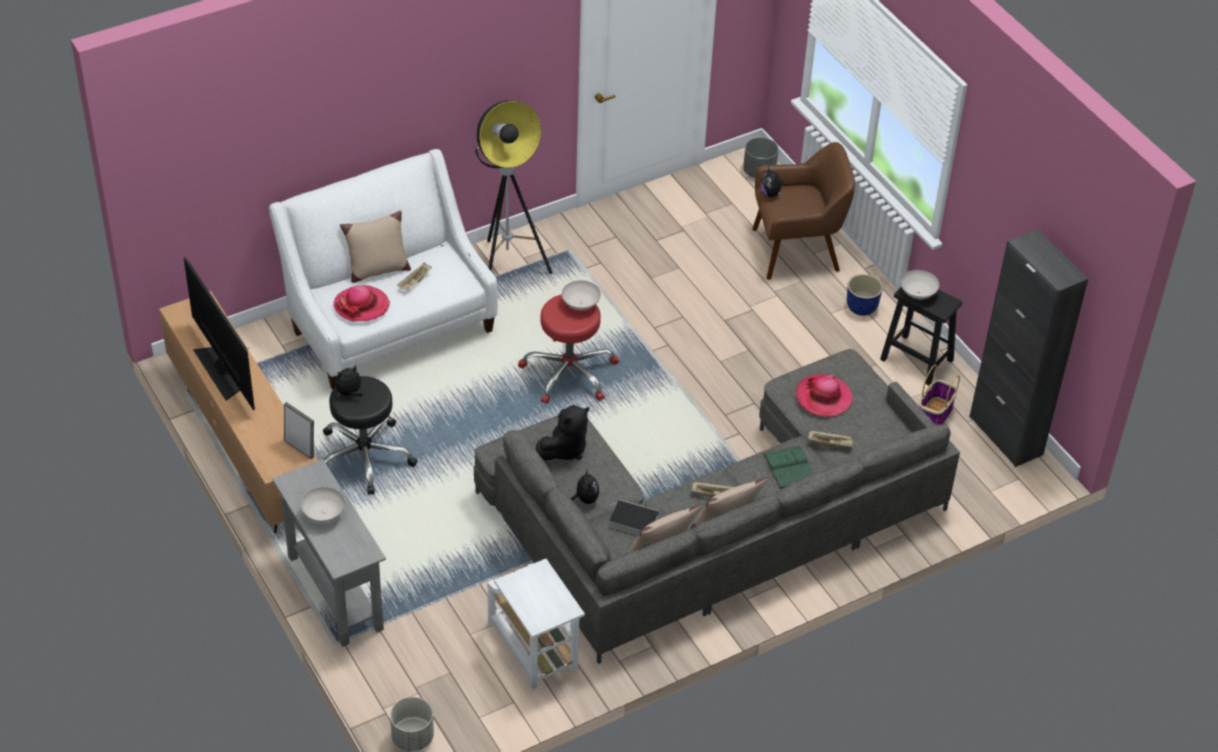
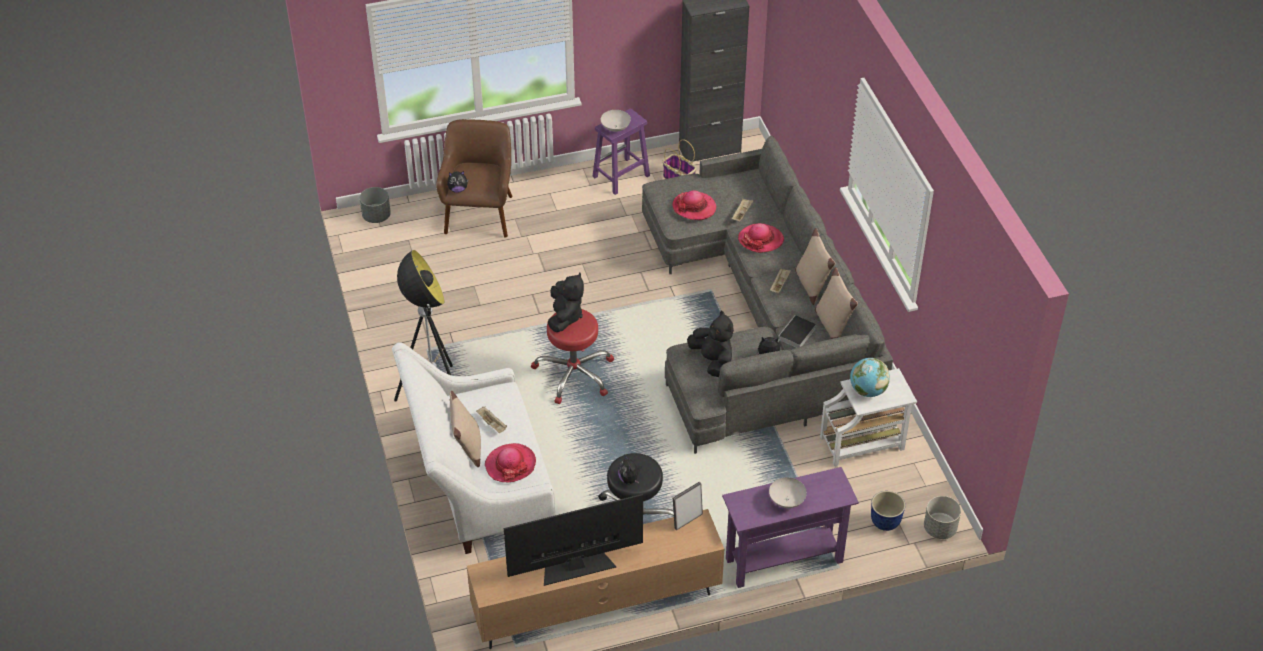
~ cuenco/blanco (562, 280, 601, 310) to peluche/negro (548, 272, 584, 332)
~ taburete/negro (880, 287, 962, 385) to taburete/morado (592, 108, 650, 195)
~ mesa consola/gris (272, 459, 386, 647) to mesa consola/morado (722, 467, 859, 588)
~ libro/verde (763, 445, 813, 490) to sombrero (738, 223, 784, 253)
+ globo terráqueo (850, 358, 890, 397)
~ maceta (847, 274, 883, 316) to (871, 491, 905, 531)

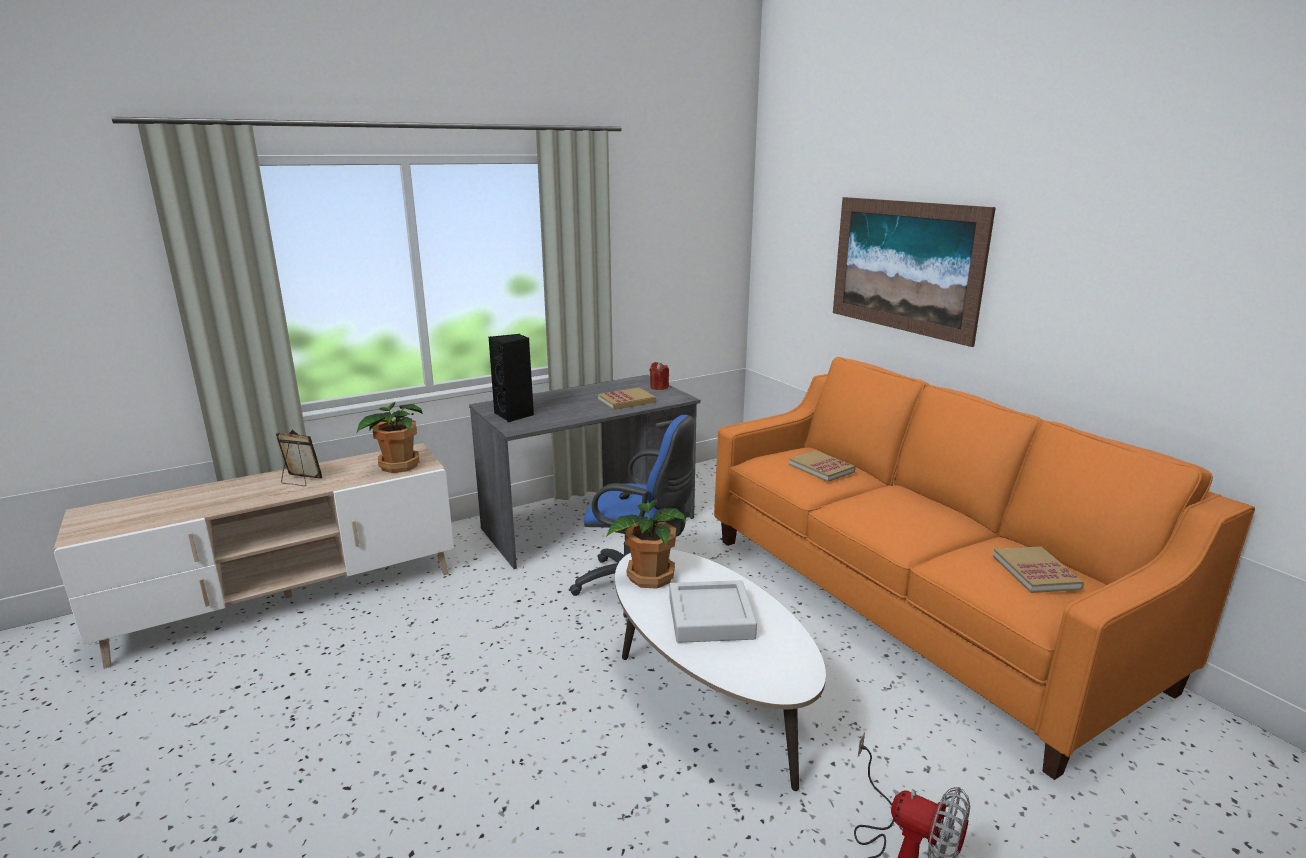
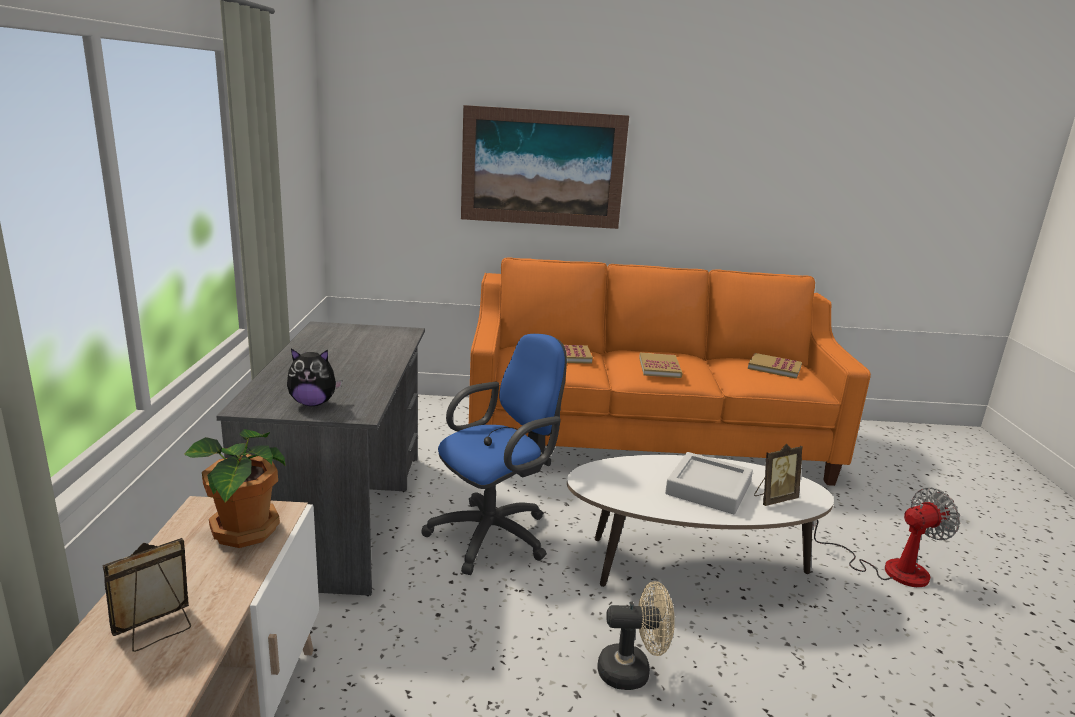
~ altavoz/negro (489, 334, 534, 422) to peluche (287, 349, 342, 406)
+ ventilador/beis (597, 581, 675, 690)
~ libro (598, 388, 656, 410) to (639, 353, 682, 378)
+ portarretratos (754, 444, 803, 506)
- planta en maceta (606, 500, 685, 589)
- vela/rojo (650, 362, 669, 390)

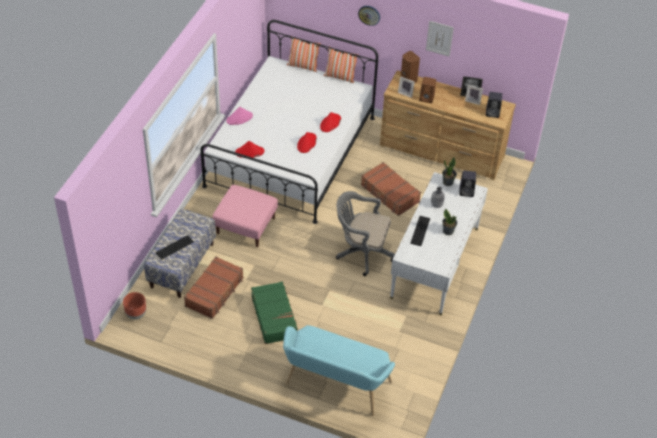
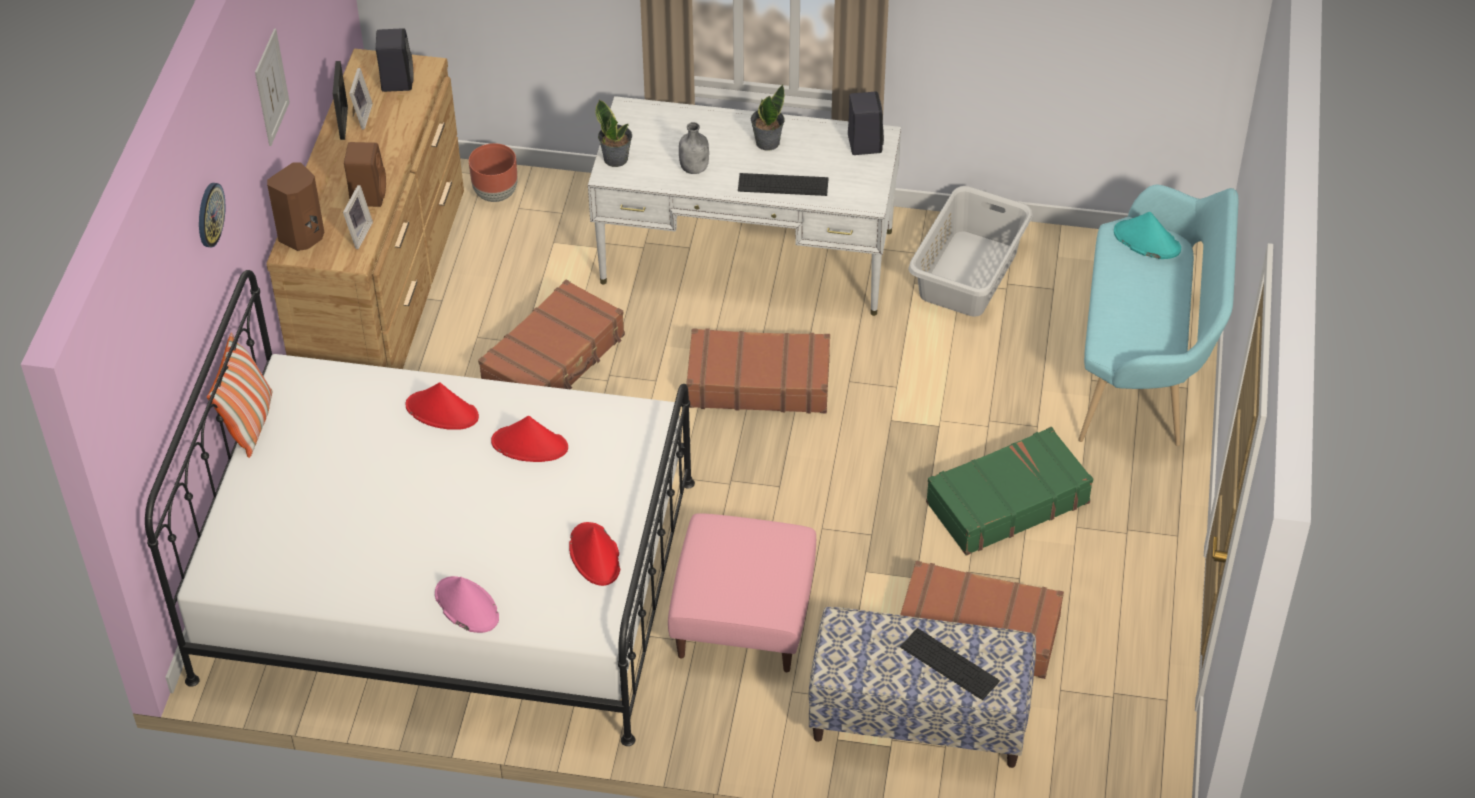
~ maceta/marrón (123, 292, 146, 320) to (469, 143, 518, 202)
~ silla de oficina/gris (336, 191, 395, 276) to maleta/marrón (686, 329, 830, 414)
~ altavoz/negro (459, 171, 476, 197) to (848, 92, 884, 155)
+ cesto de la ropa/gris (908, 186, 1033, 317)
+ sombrero/turquesa (1114, 212, 1181, 259)
- cojín (287, 36, 321, 72)

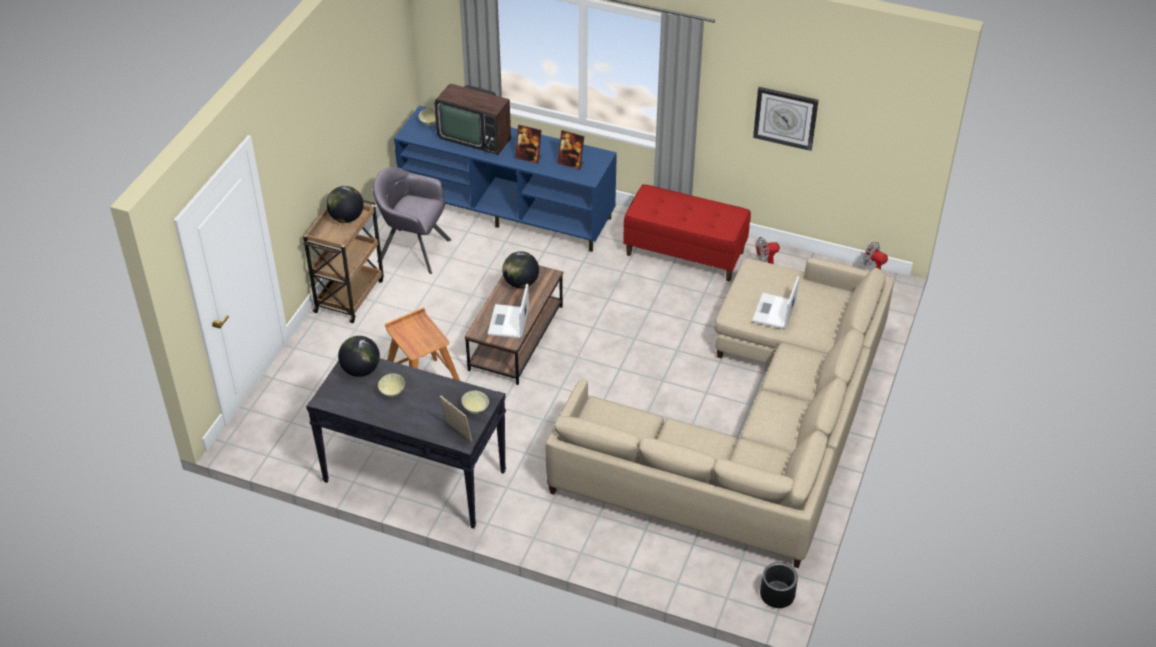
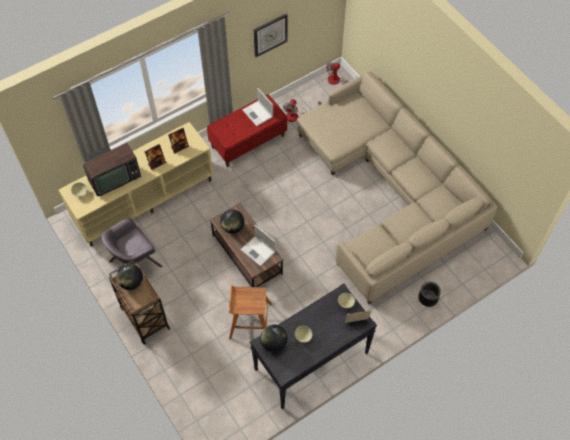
~ mueble de televisión/azul (394, 106, 617, 252) to mueble de televisión/beis (59, 122, 213, 247)
~ portátil (752, 276, 799, 329) to (242, 88, 273, 126)
~ maceta/negro (760, 562, 798, 608) to (419, 282, 441, 307)

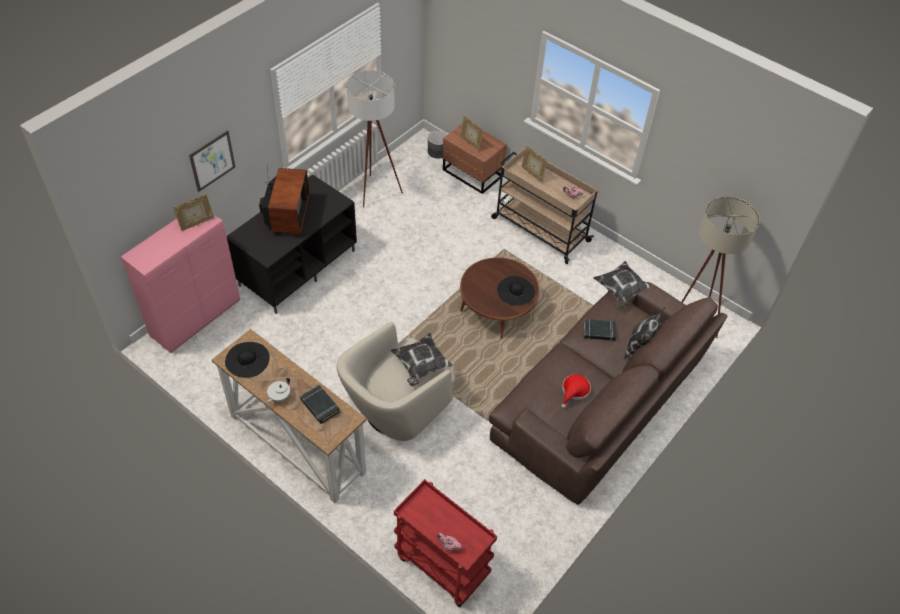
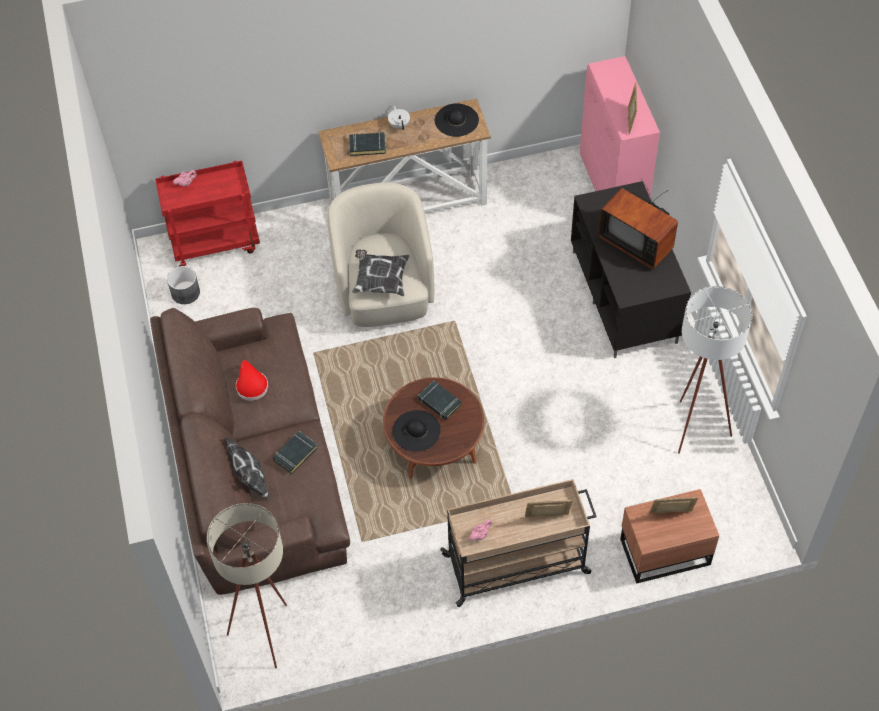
~ maceta/gris (428, 131, 448, 159) to (167, 266, 200, 304)
+ libro/negro (418, 380, 462, 420)
- cuadro (189, 130, 235, 192)
- cojín (593, 261, 650, 308)

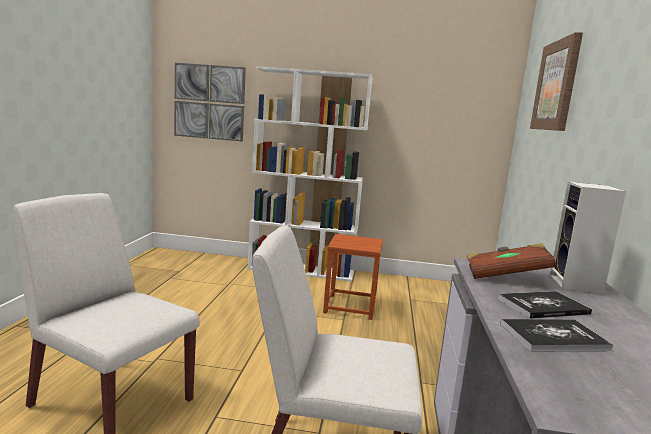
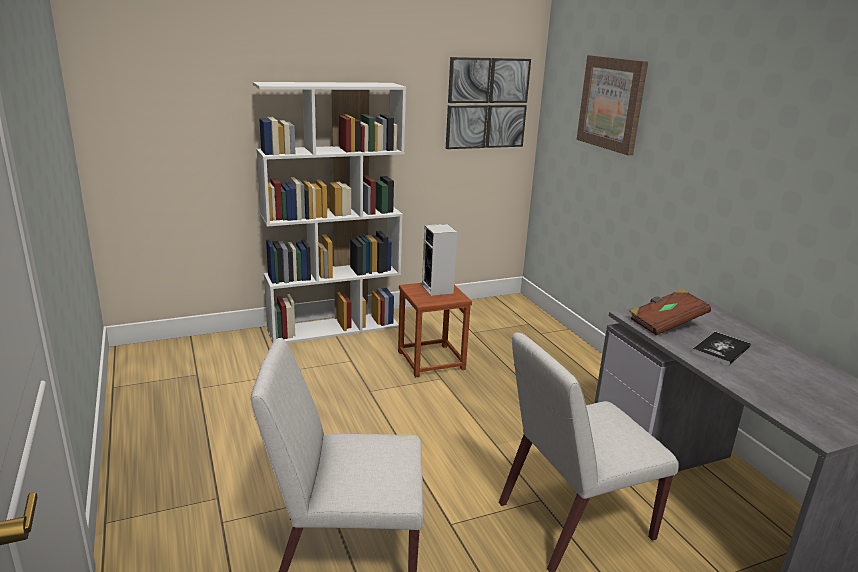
~ altavoz (550, 182, 626, 295) to (422, 224, 457, 296)
~ cuadro (174, 63, 246, 141) to (446, 57, 531, 149)
- libro (500, 319, 613, 351)

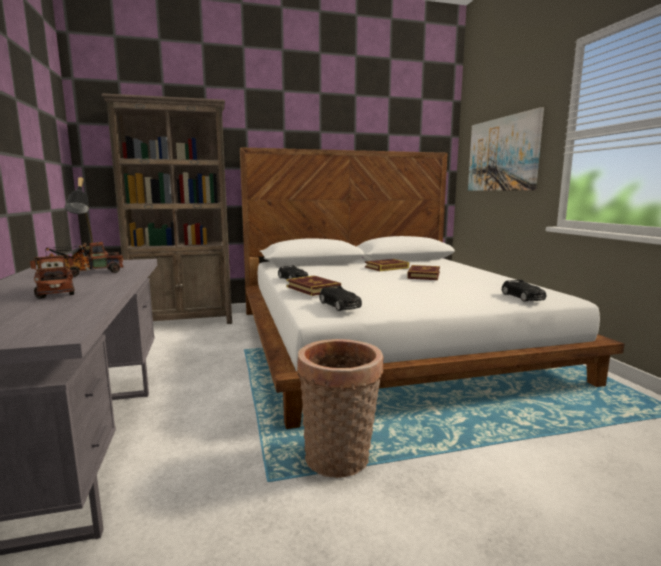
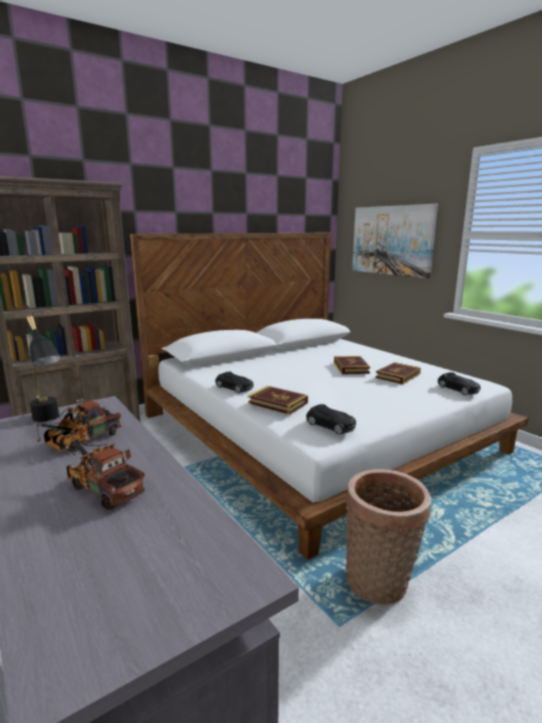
~ libro (365, 259, 409, 271) to (376, 362, 421, 384)

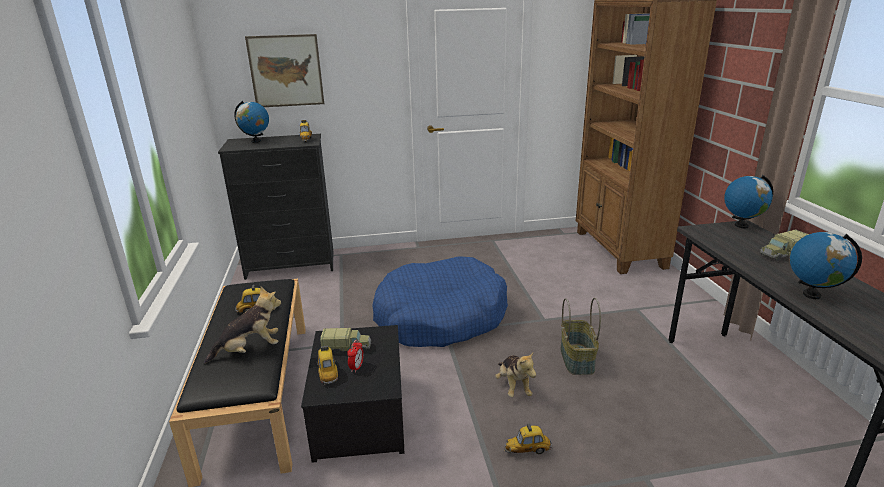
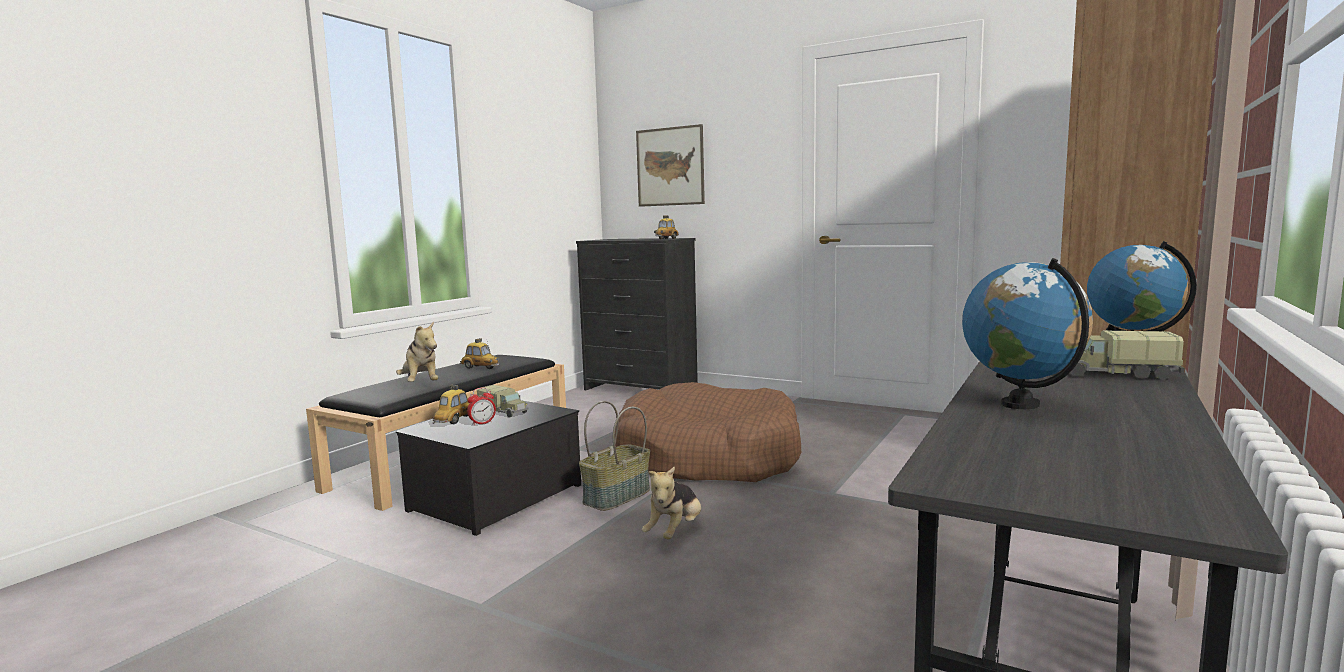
~ peluche (204, 287, 281, 364) = (396, 321, 438, 382) 45 degrees clockwise
~ cesta (561, 298, 601, 375) to (579, 401, 650, 511)
~ cama para perro/azul (372, 256, 508, 347) to cama para perro/marrón (615, 382, 801, 482)
- globo terráqueo (234, 101, 269, 143)
- coche de juguete (504, 423, 552, 454)

